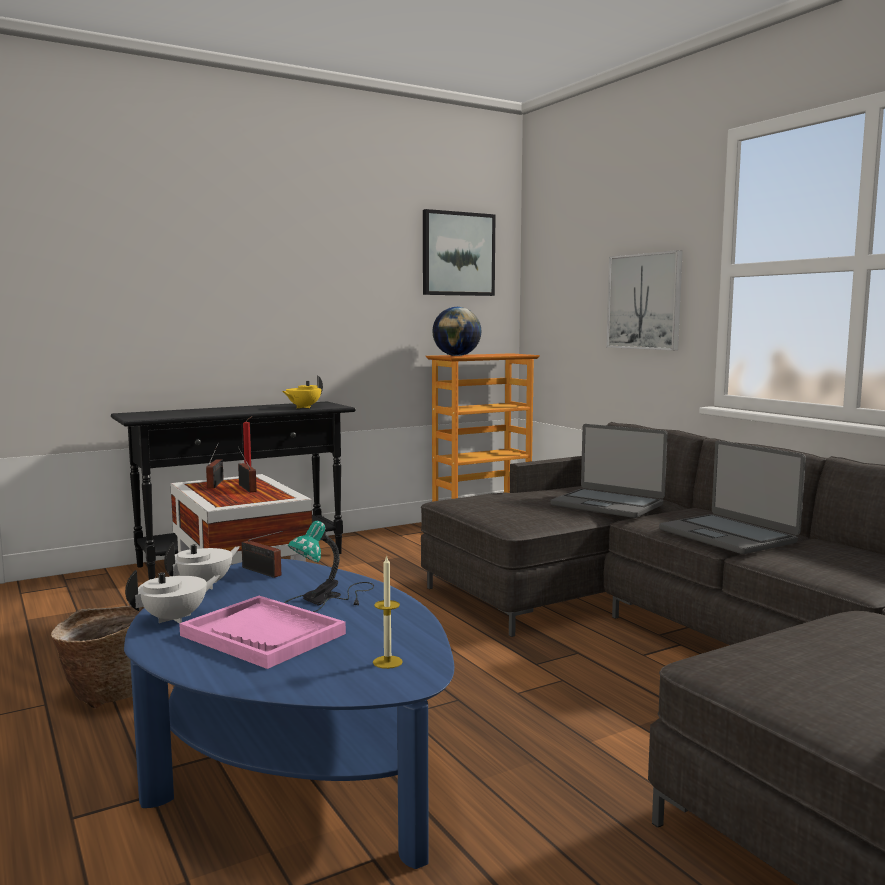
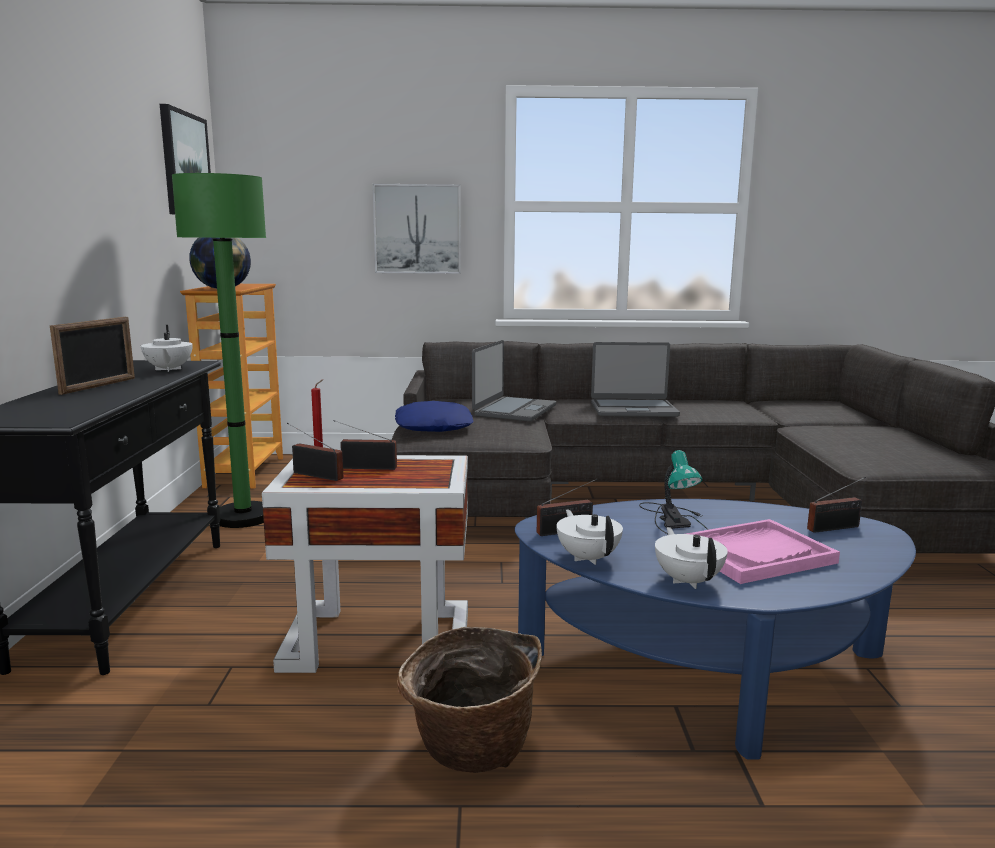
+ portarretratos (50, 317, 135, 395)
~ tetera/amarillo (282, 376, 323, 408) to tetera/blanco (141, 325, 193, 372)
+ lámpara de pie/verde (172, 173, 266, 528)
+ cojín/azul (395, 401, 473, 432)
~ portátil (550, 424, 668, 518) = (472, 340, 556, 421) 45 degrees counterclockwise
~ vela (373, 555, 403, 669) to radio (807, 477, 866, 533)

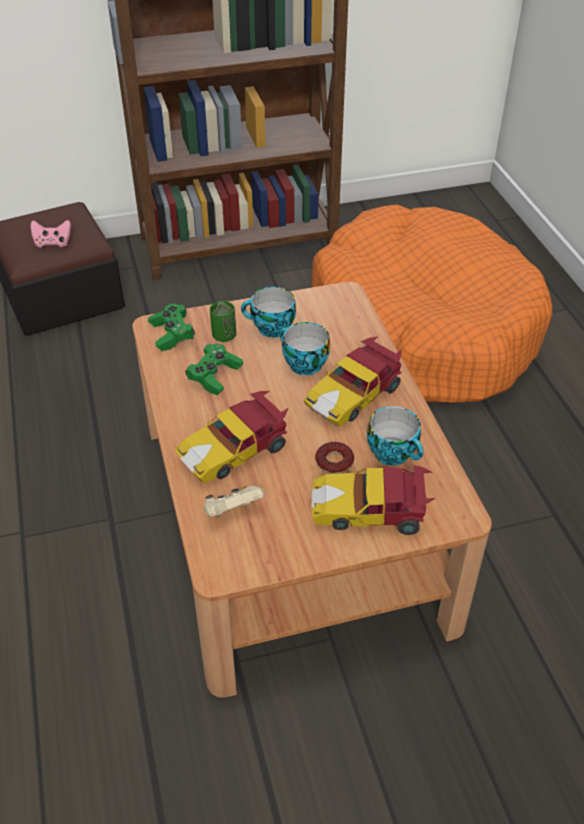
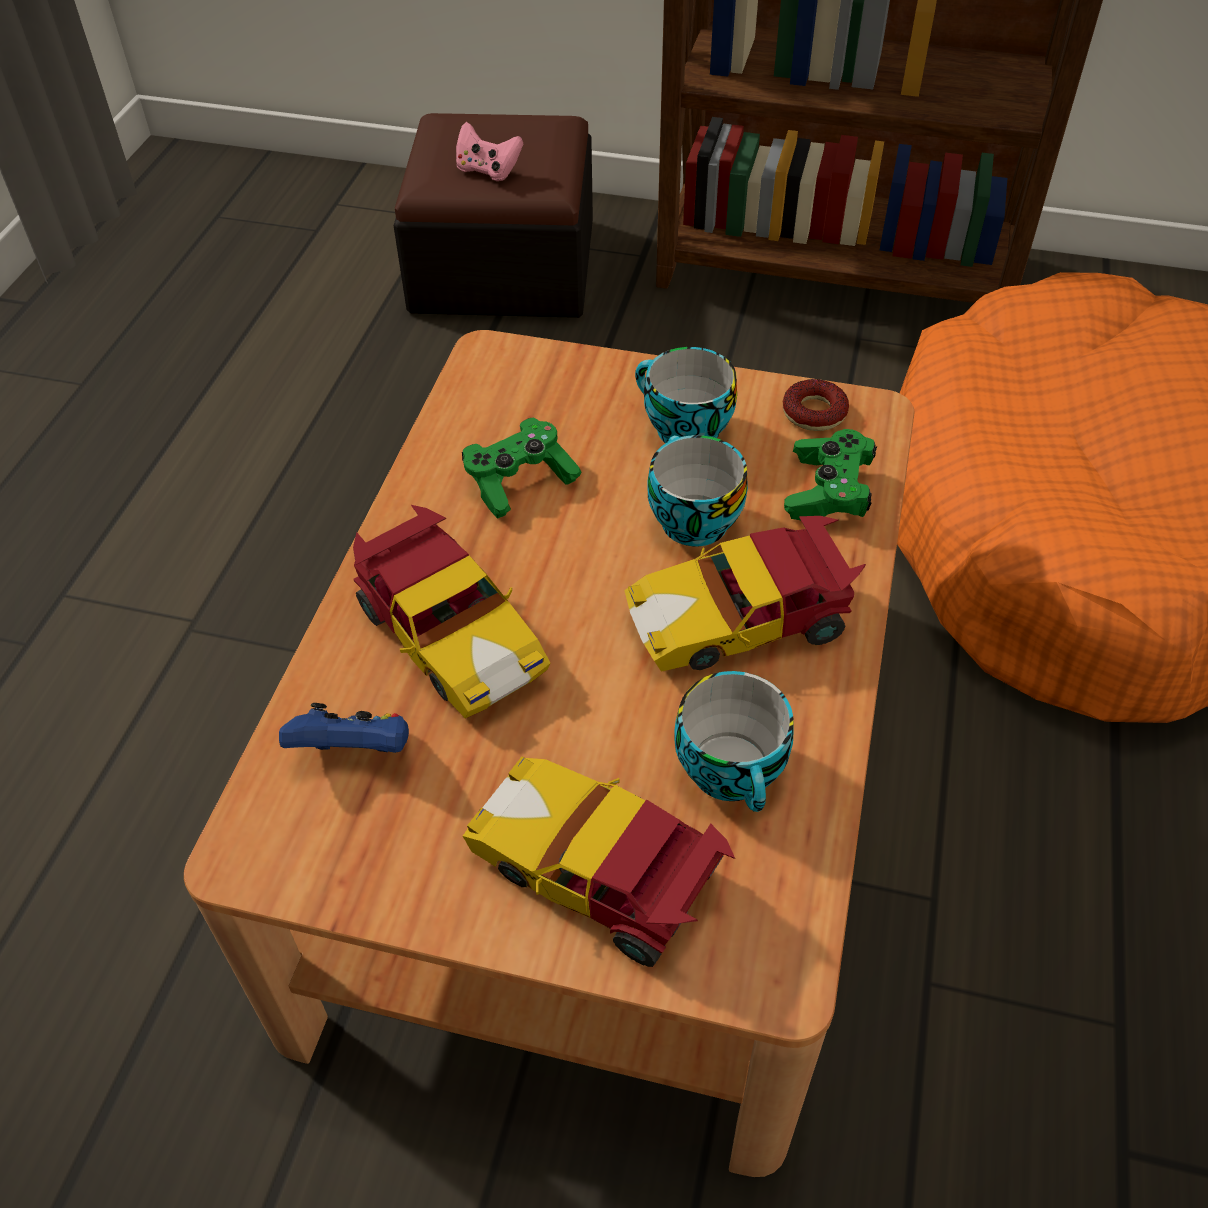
~ mando de consola/beis (204, 486, 264, 517) to mando de consola/azul (279, 703, 409, 753)
~ coche de juguete (175, 391, 288, 484) = (353, 505, 550, 718) 120 degrees counterclockwise
~ rosquilla (315, 442, 354, 474) to (783, 379, 849, 431)
~ mando de consola/verde (148, 304, 194, 351) to (784, 429, 877, 520)
- taza/verde (210, 301, 236, 342)

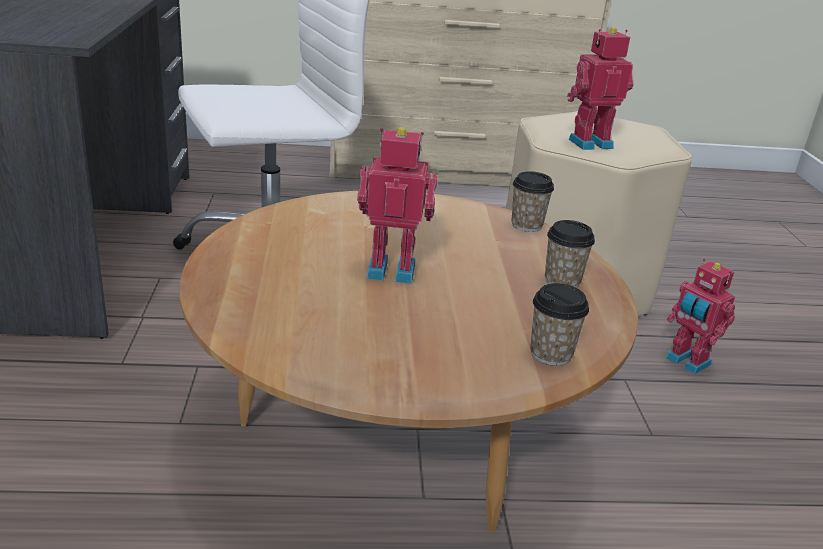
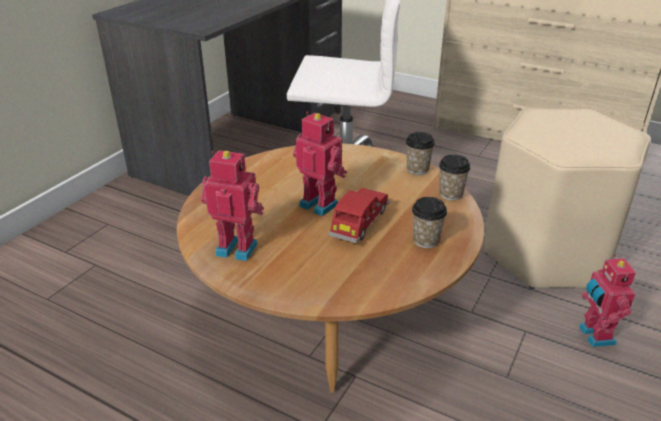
~ robot de juguete (567, 27, 634, 150) to (201, 151, 264, 261)
+ coche de juguete/rojo (329, 188, 390, 244)
~ taza (530, 283, 589, 366) to (406, 132, 435, 175)

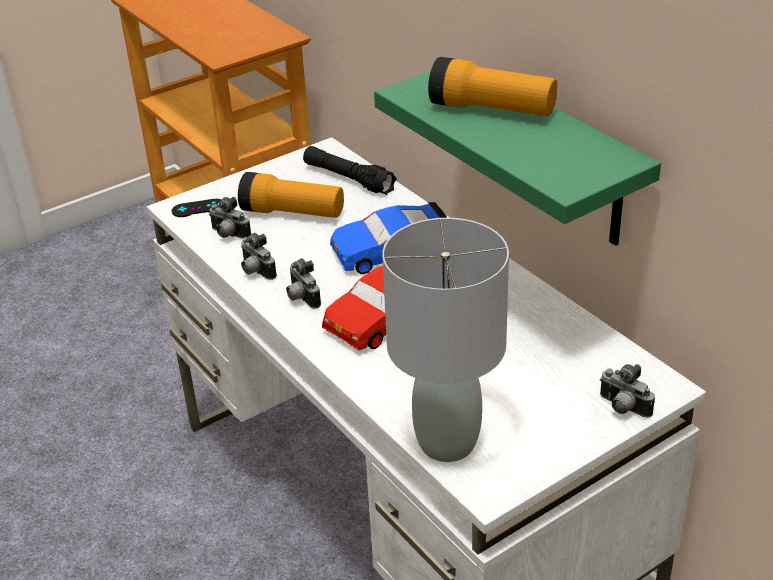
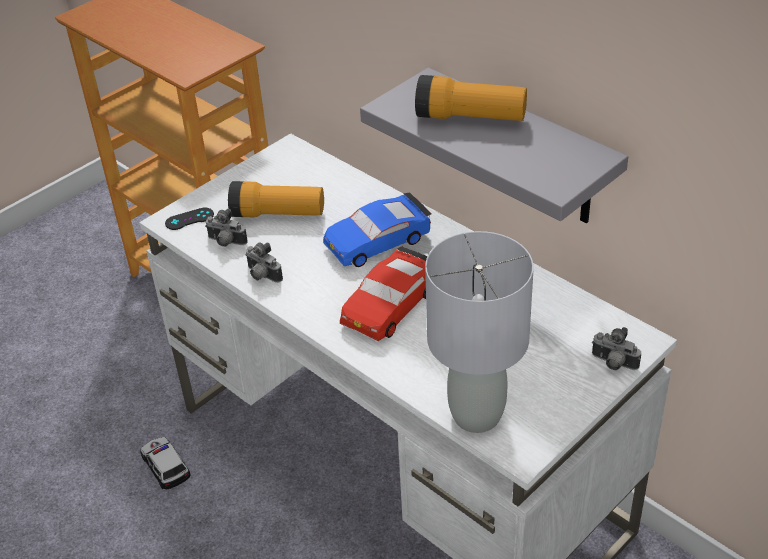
+ coche de juguete (140, 437, 191, 489)
~ estante/verde (374, 59, 661, 246) to estante/gris (360, 68, 628, 224)
- cámara (286, 258, 321, 309)
- linterna/negro (303, 146, 397, 195)

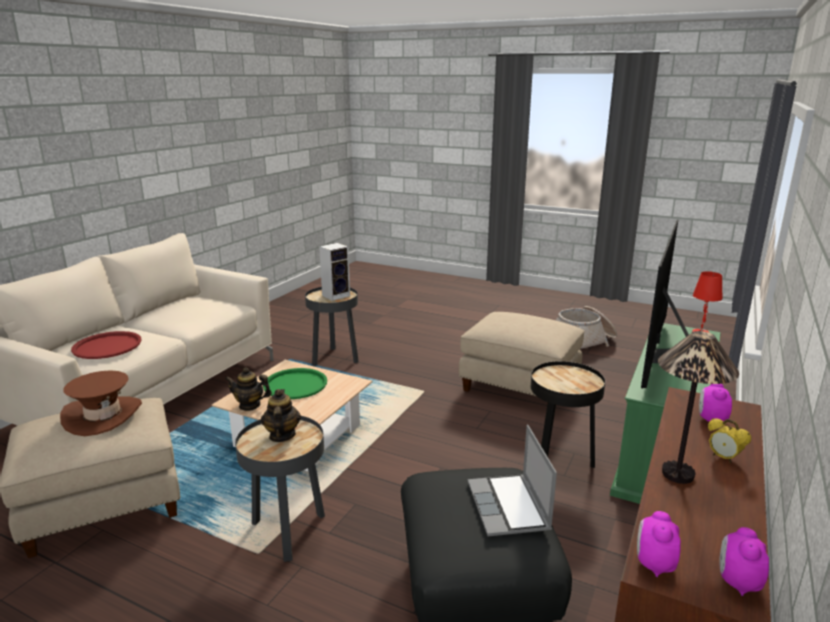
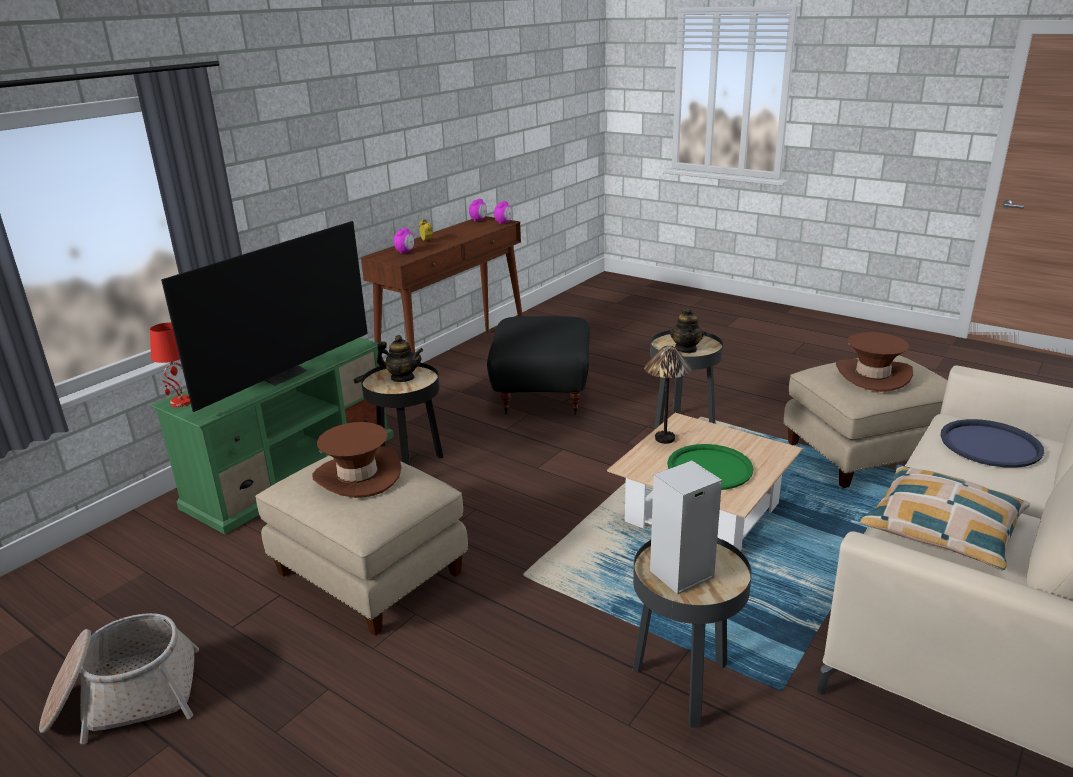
+ sombrero/marrón (312, 422, 401, 498)
~ tetera (225, 367, 272, 411) to (377, 335, 423, 382)
~ lámpara de mesa (658, 331, 739, 484) to (644, 346, 692, 444)
+ cojín (860, 465, 1030, 570)
~ bandeja/rojo (71, 331, 142, 359) to bandeja/azul (941, 419, 1044, 468)
- portátil (468, 425, 557, 536)

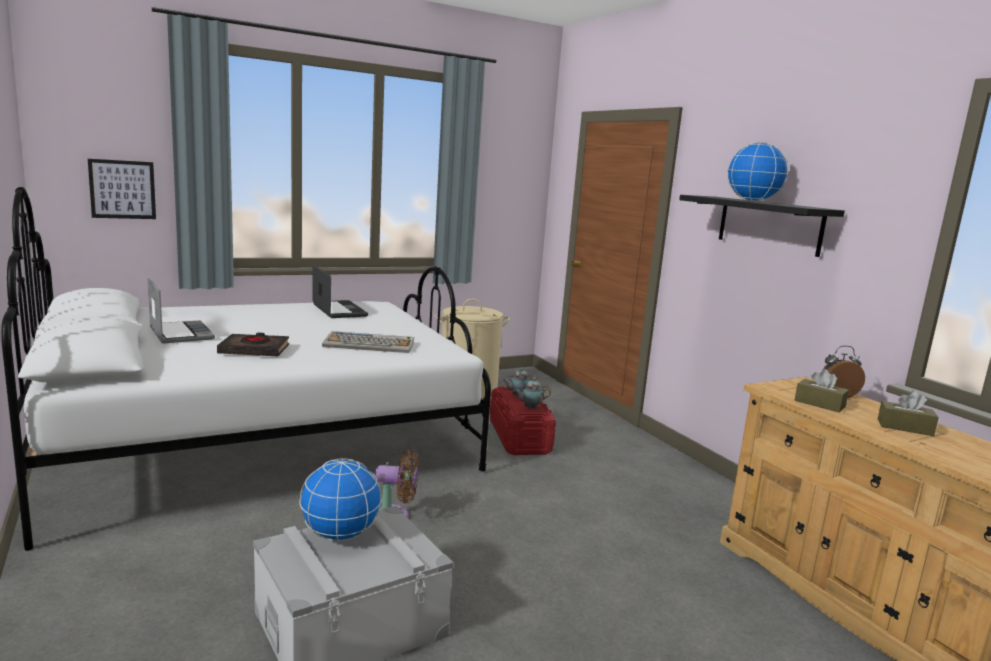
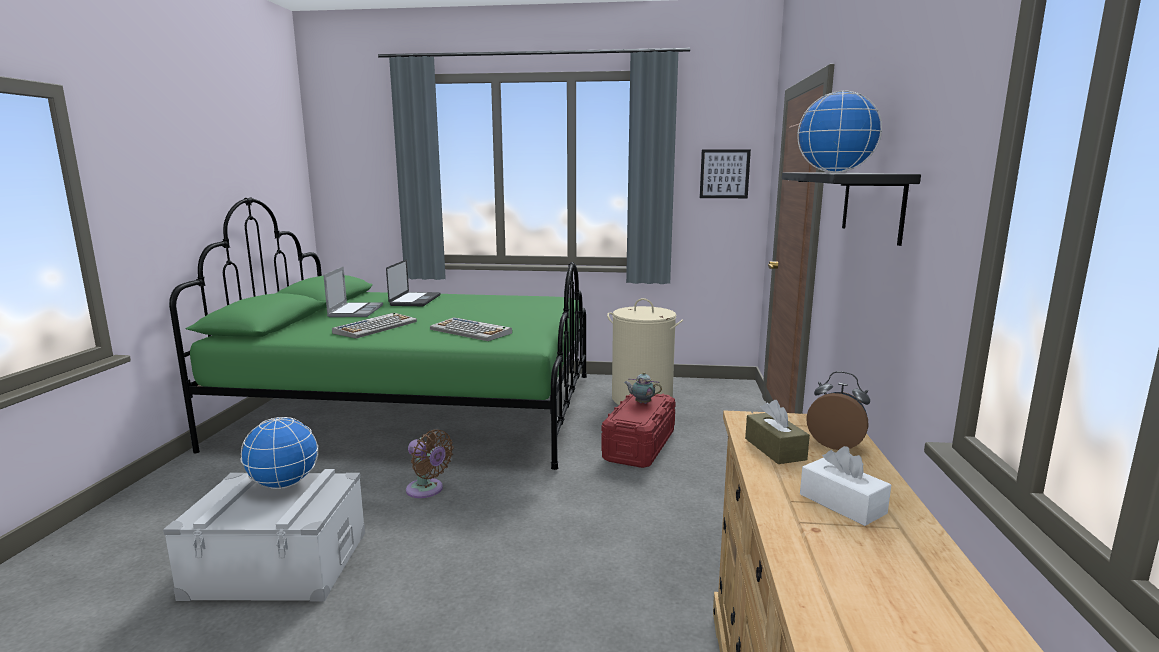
~ cama/blanco (1, 187, 491, 551) to cama/verde (169, 197, 587, 470)
~ libro/negro (217, 333, 289, 356) to teclado (332, 313, 417, 339)
~ portátil (312, 265, 368, 318) to (386, 260, 440, 306)
~ cuadro (88, 159, 156, 219) to (700, 149, 751, 198)
~ caja de pañuelos/marrón (878, 391, 939, 436) to caja de pañuelos/blanco (800, 446, 891, 526)
- tetera (514, 378, 551, 409)

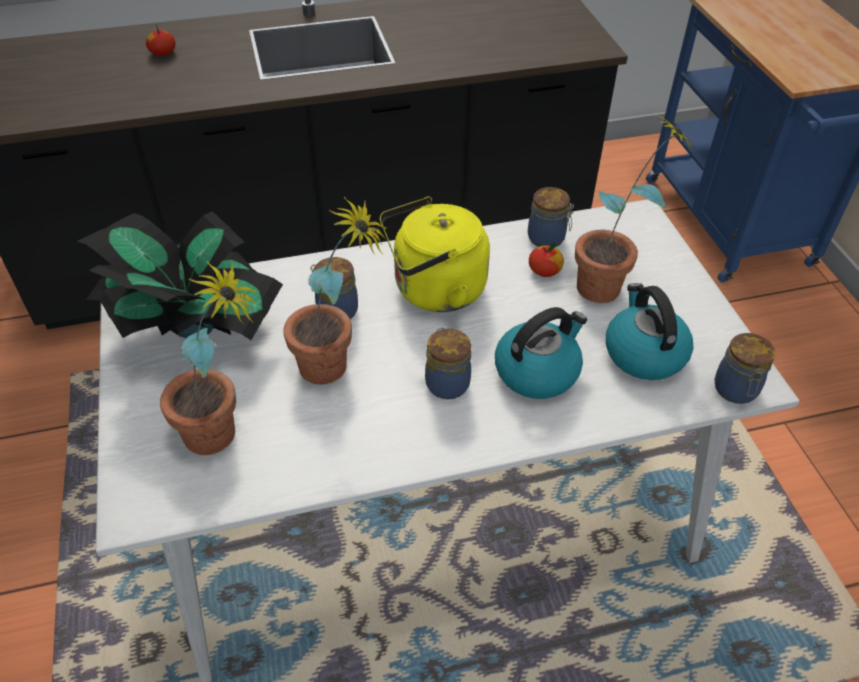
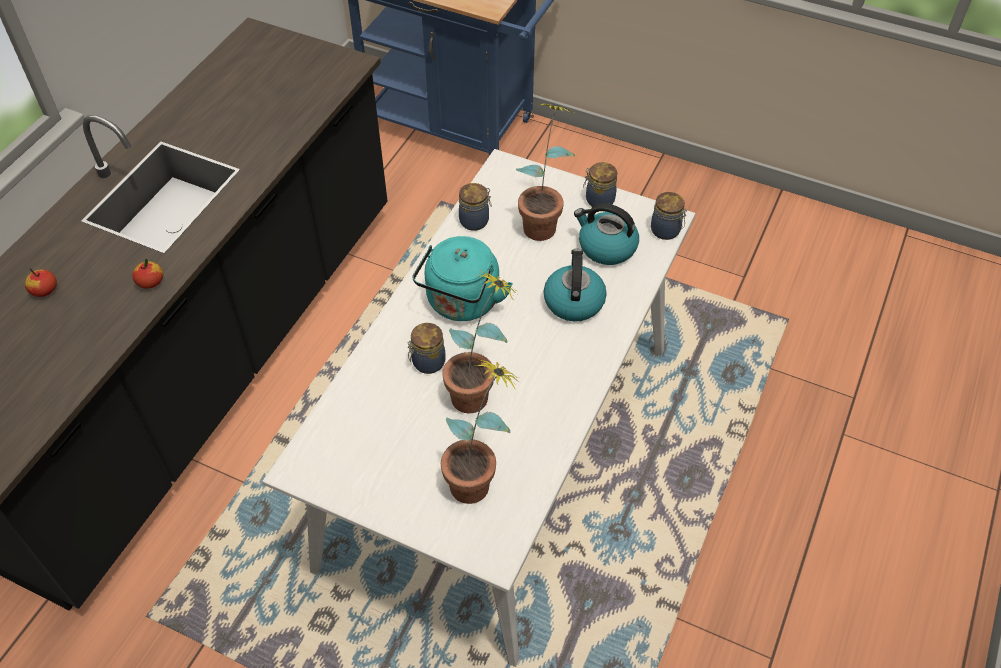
~ manzana (529, 243, 564, 277) to (132, 259, 163, 289)
~ hervidor/amarillo (380, 197, 490, 312) to hervidor/turquesa (413, 236, 513, 321)
~ tarro (425, 328, 471, 399) to (583, 162, 617, 207)
- planta en maceta (77, 211, 283, 340)

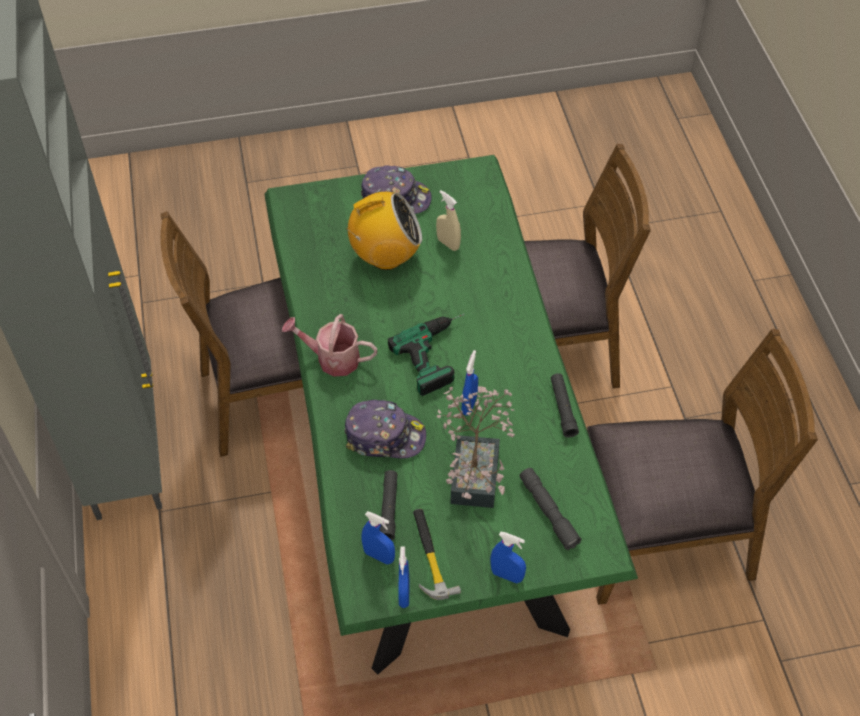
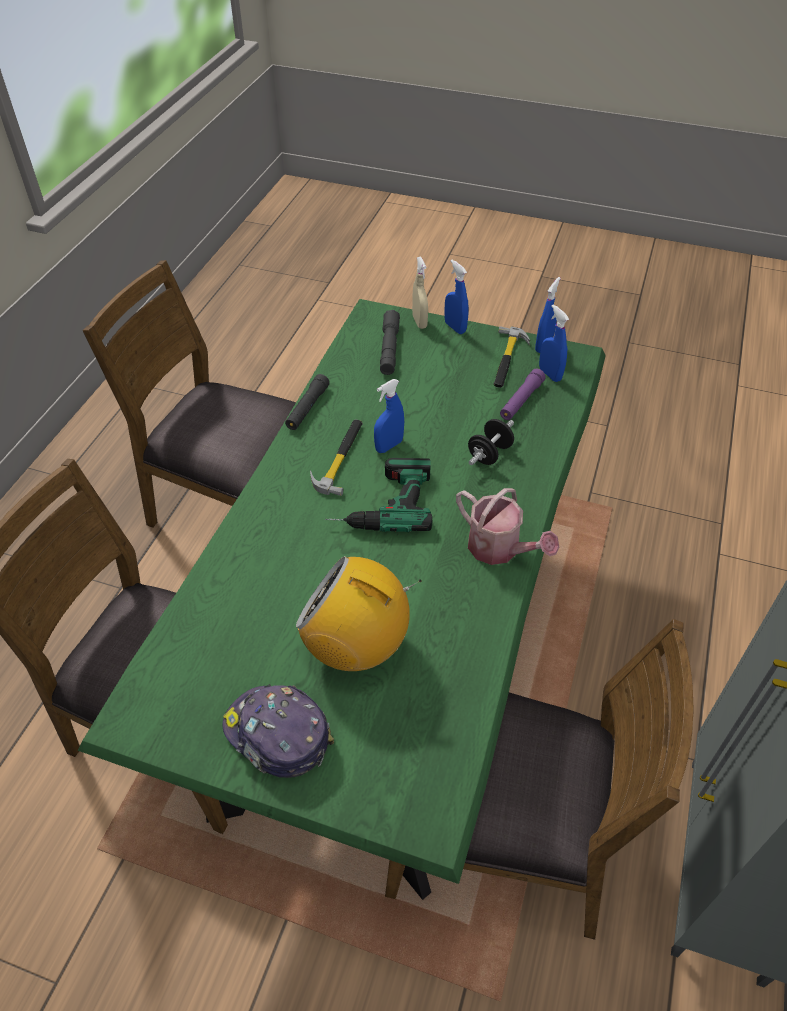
+ martillo (310, 420, 363, 496)
~ pulverizador/beis (436, 190, 461, 251) to (412, 257, 428, 329)
~ gorra (345, 400, 426, 458) to mancuerna/negro (468, 419, 514, 465)
~ linterna/negro (380, 470, 397, 540) to linterna/morado (500, 369, 546, 420)
- planta en maceta (437, 386, 515, 508)

